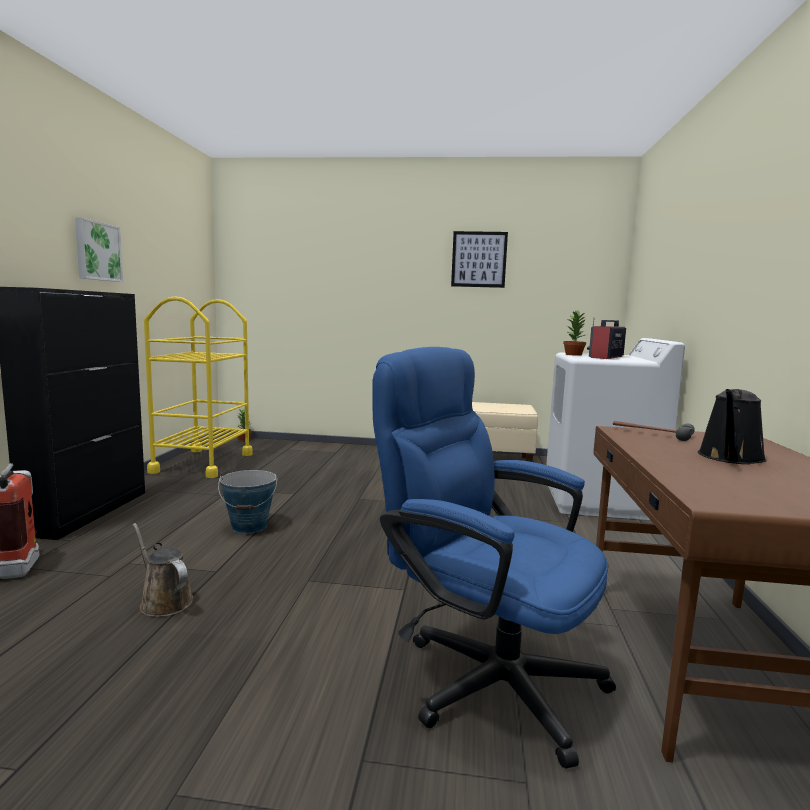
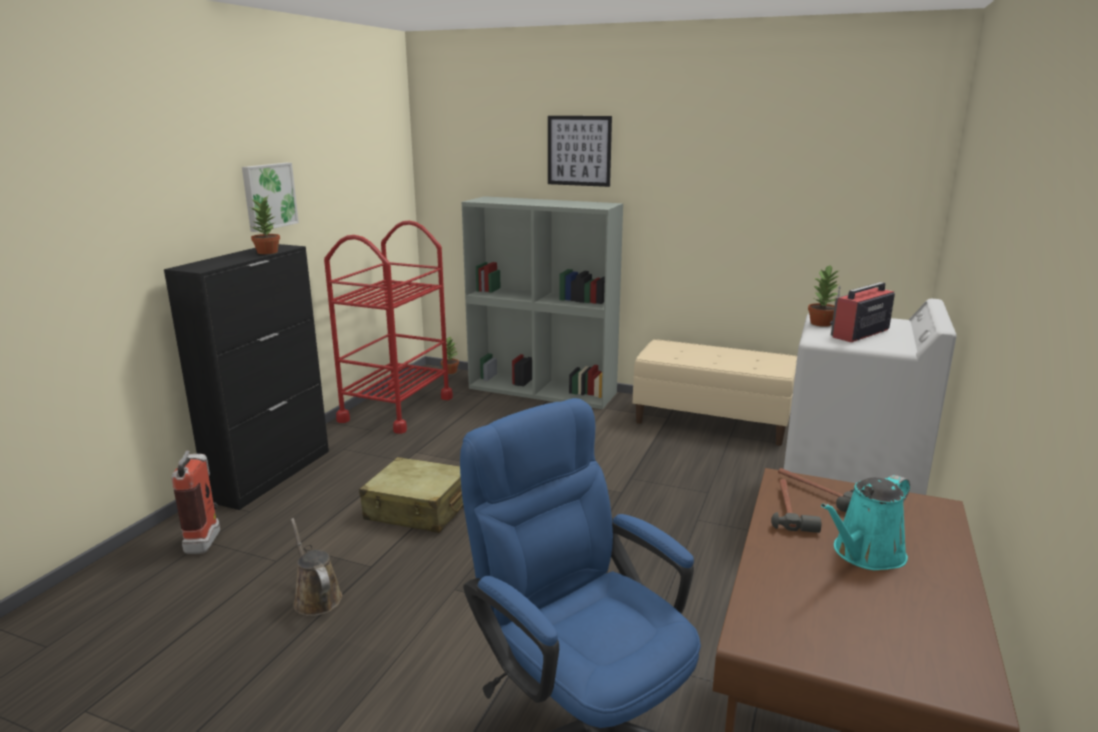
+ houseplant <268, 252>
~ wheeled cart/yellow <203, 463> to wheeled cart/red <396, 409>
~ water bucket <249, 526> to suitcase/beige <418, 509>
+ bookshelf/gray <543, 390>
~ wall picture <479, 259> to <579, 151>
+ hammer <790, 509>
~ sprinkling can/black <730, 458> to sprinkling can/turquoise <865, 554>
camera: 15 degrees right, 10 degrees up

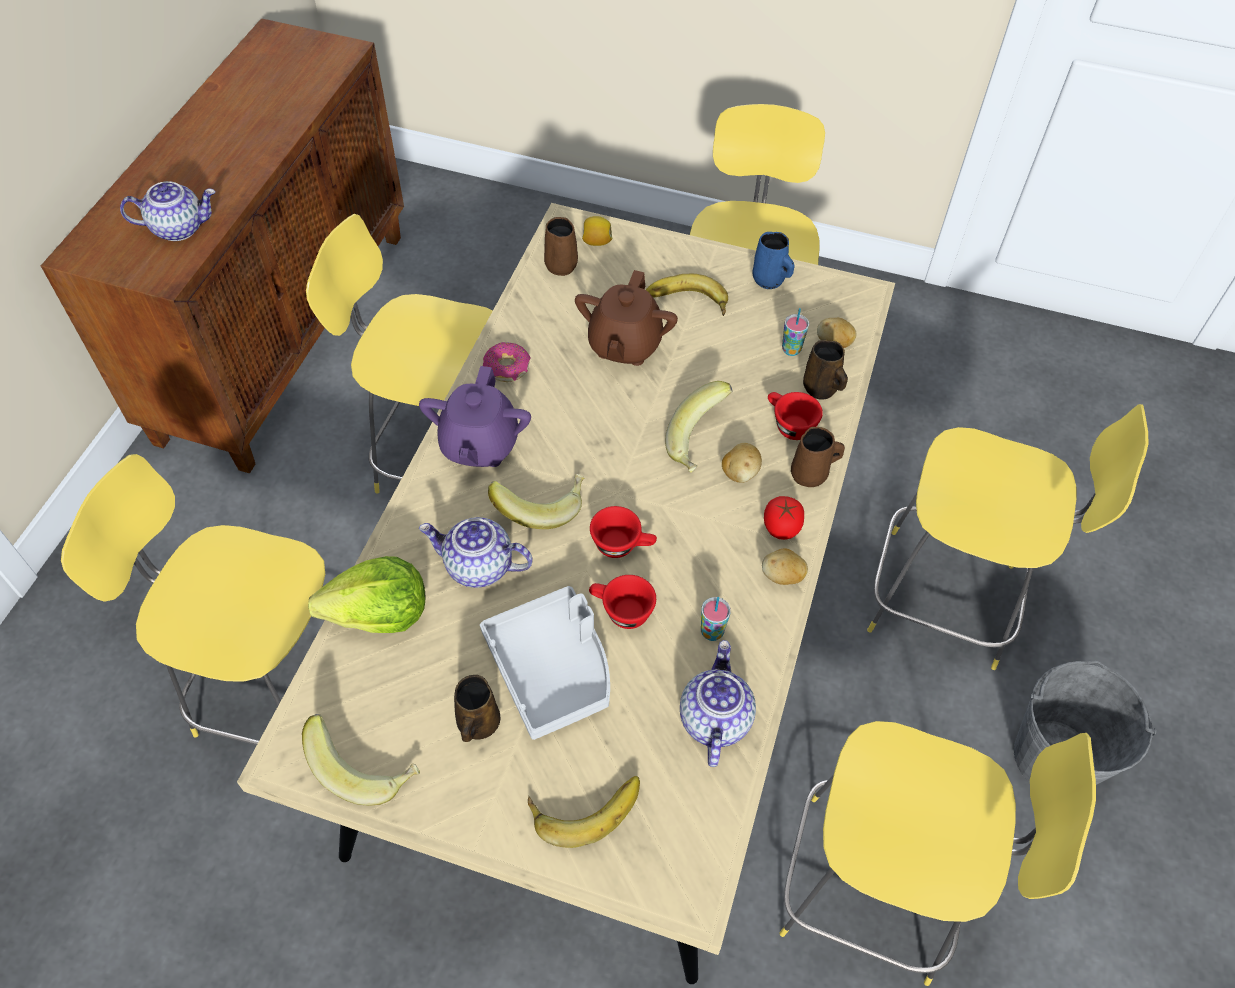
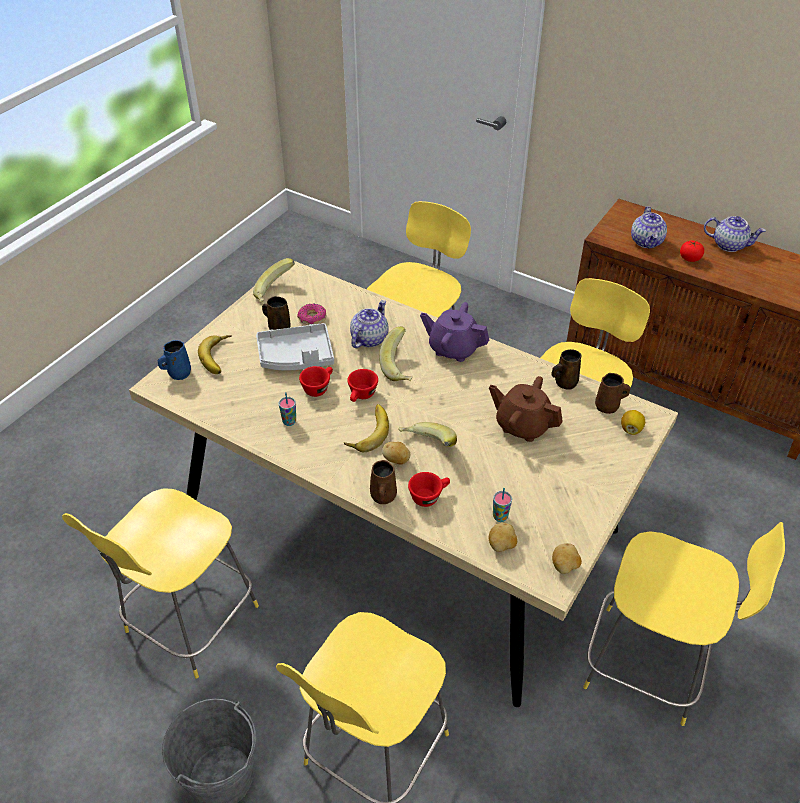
~ coffee mug/blue-coloured <769, 280> to <178, 373>
~ doughnut <507, 368> to <312, 318>
~ banana fruit <686, 303> to <367, 431>
~ coffee mug/brown <821, 389> to <564, 383>
~ potato <782, 576> to <564, 566>
~ whole tomato <781, 527> to <690, 258>
~ pot for tea <713, 718> to <729, 245>
- lettuce head <379, 614>
camera: 105 degrees right, 10 degrees down

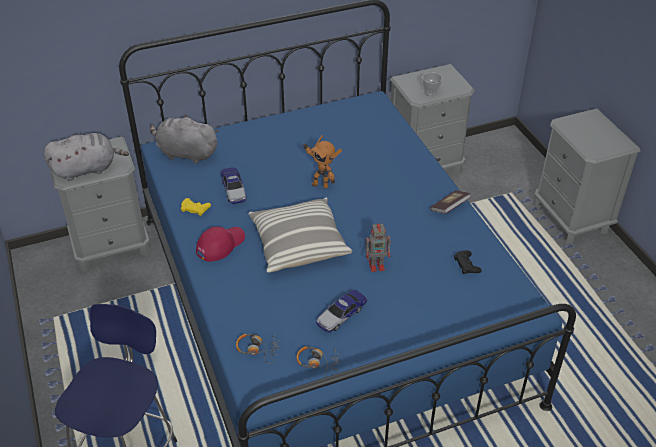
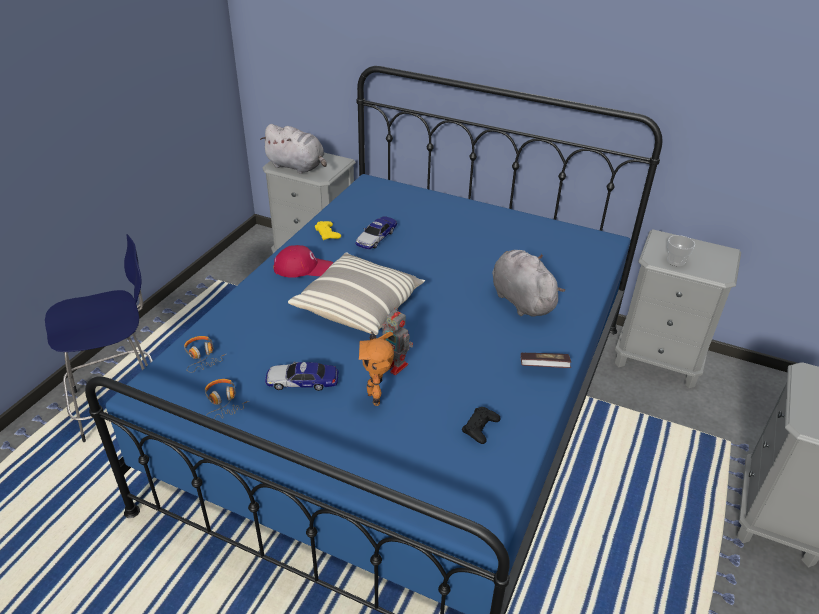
~ model robot <320, 184> to <376, 397>
~ soft toy/gray <185, 153> to <520, 300>
camera: 45 degrees right, 5 degrees down

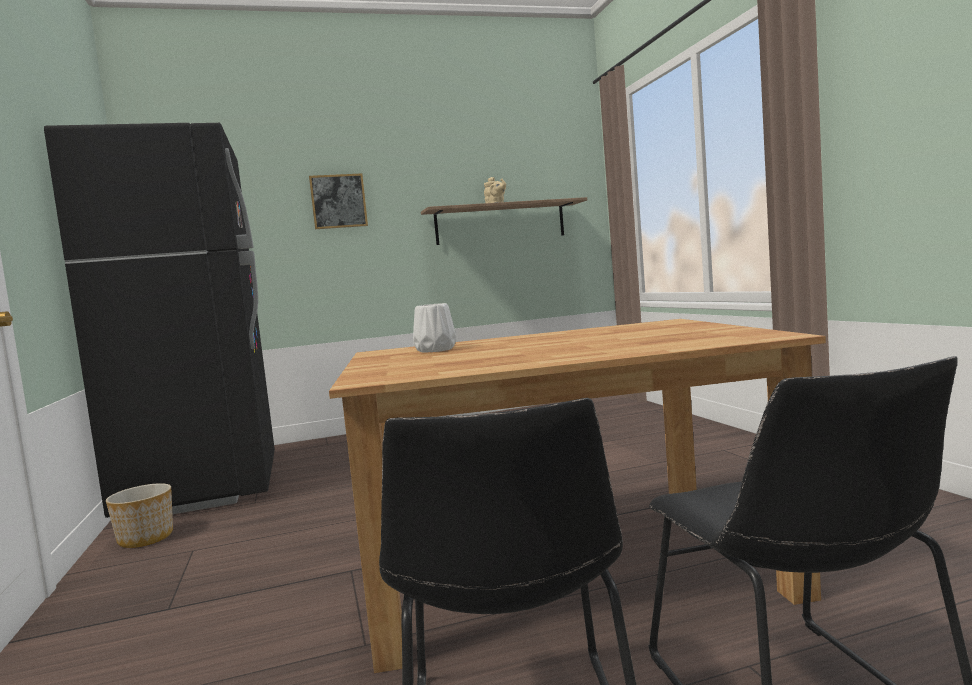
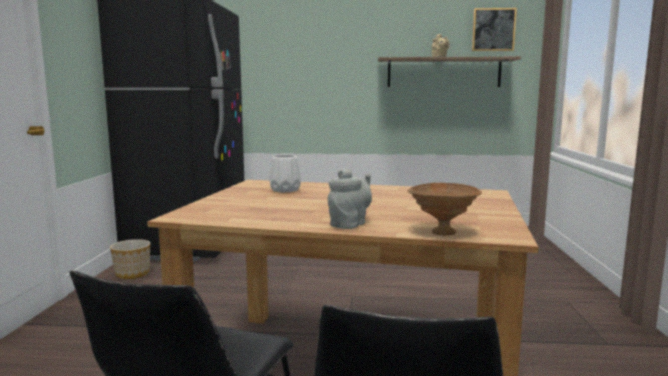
+ pot for tea/gray <350, 224>
+ deep dish/brown <441, 232>
~ wall picture <338, 201> to <493, 29>
camera: 20 degrees right, 5 degrees up

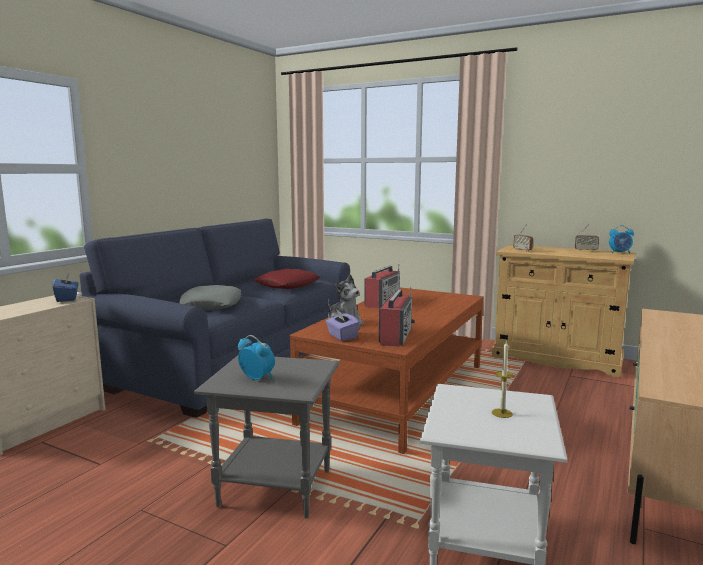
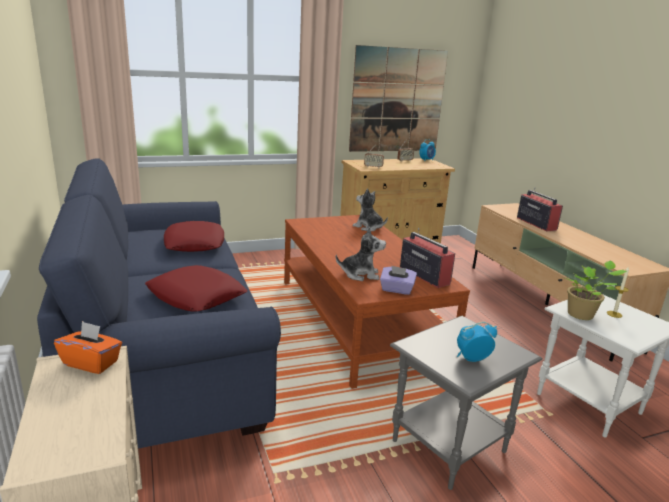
~ tissue holder/blue-coloured <67, 298> to tissue holder/orange <91, 363>
~ pillow/gray <212, 304> to pillow/red <196, 296>
+ wall picture <397, 101>
+ soft toy <368, 227>
~ radio receiver <382, 302> to <536, 223>
+ houseplant <582, 315>
camera: 50 degrees left, 10 degrees up

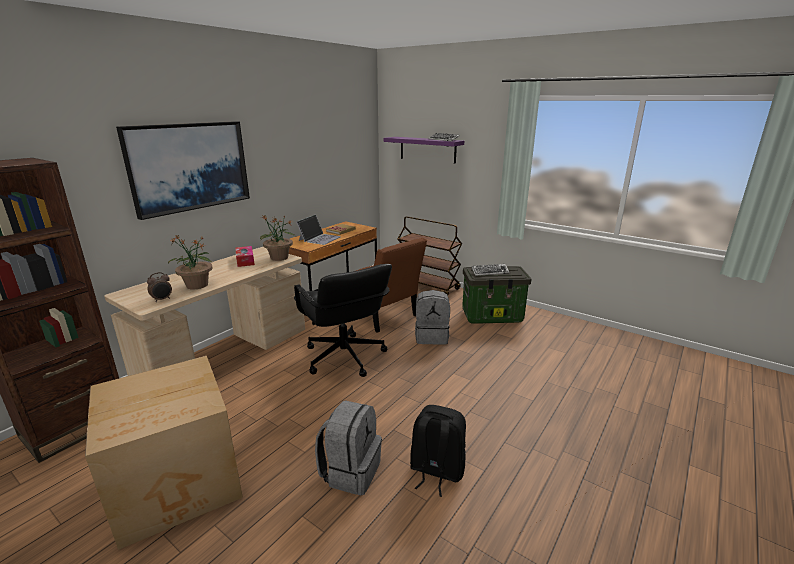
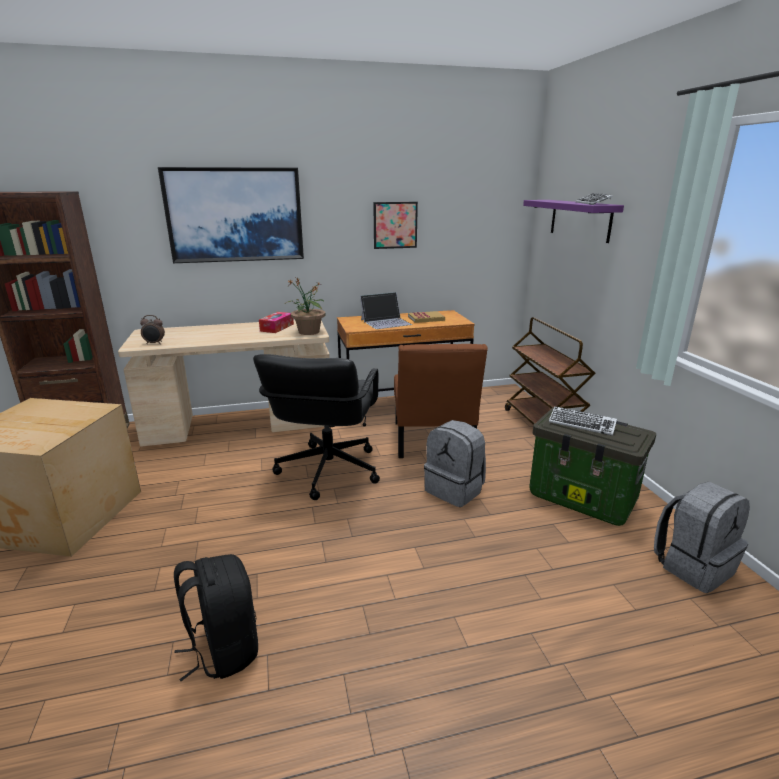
+ wall picture <395, 225>
~ rucksack/gray <350, 471> to <693, 566>
- houseplant <197, 285>
camera: 40 degrees right, 0 degrees up

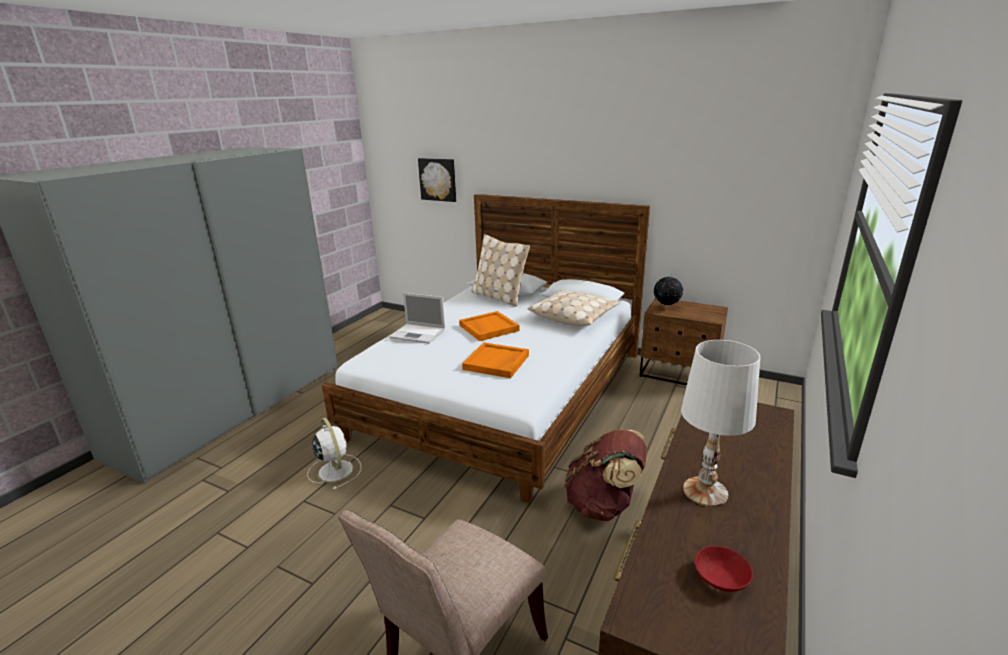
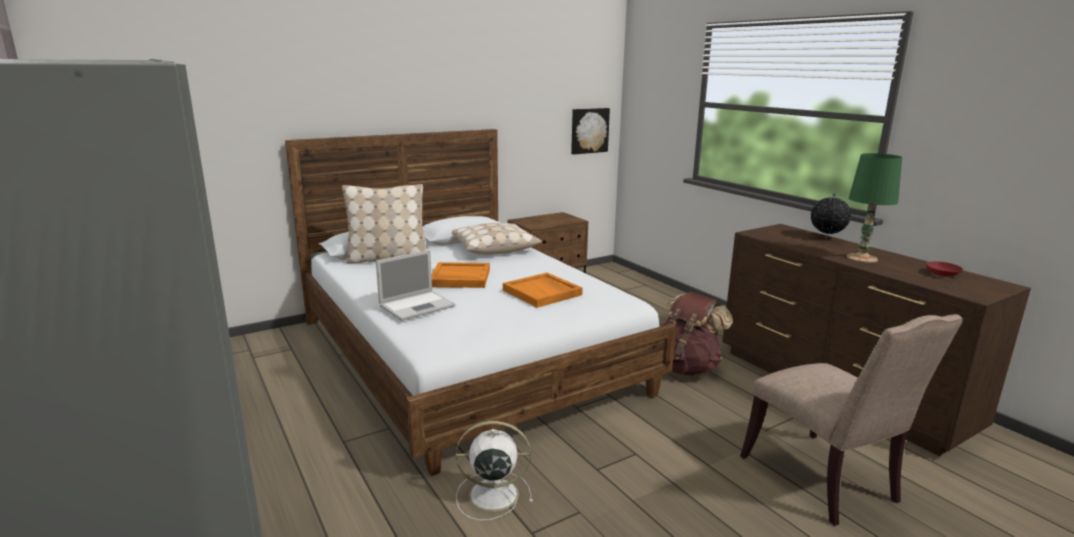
~ wall picture <438, 179> to <589, 130>
~ world globe <666, 307> to <827, 238>
~ lamp for a table/whitish <706, 492> to lamp for a table/green-coloured <862, 258>
camera: 60 degrees left, 5 degrees down

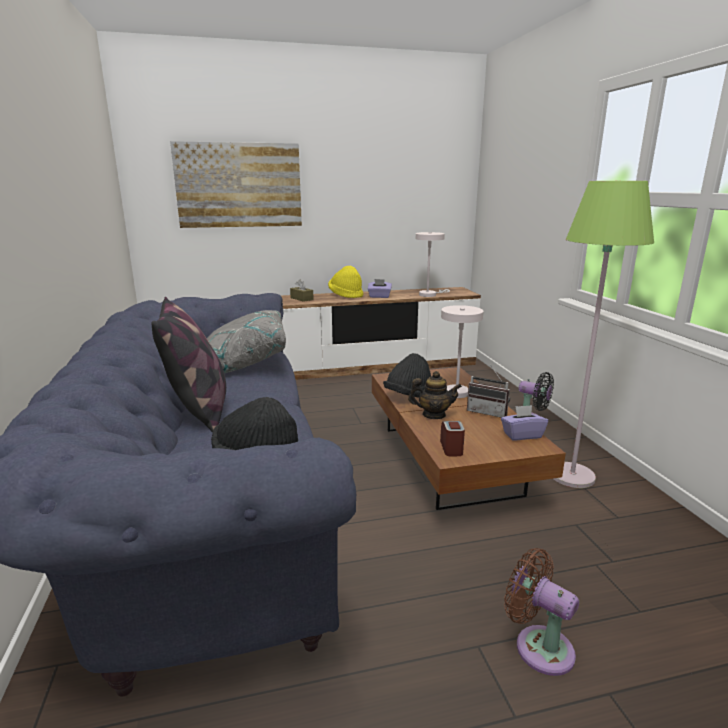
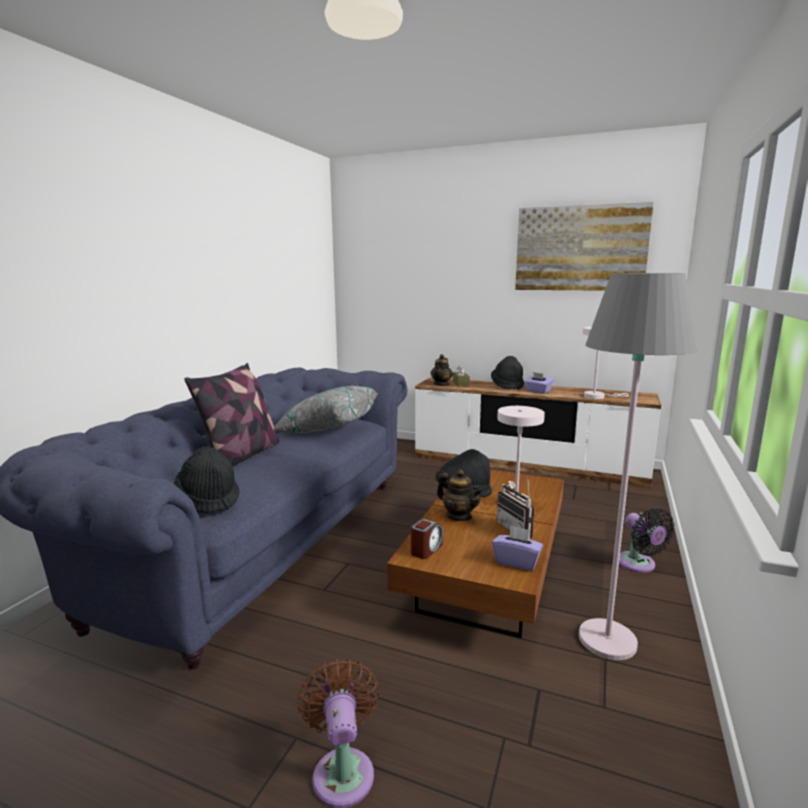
+ pot for tea <441, 384>
~ wearable hat/yellow <346, 295> to wearable hat/black <507, 386>
~ wall picture <239, 185> to <580, 248>
~ standard lamp/green-coloured <572, 476> to standard lamp/gray <607, 640>
camera: 35 degrees right, 5 degrees down

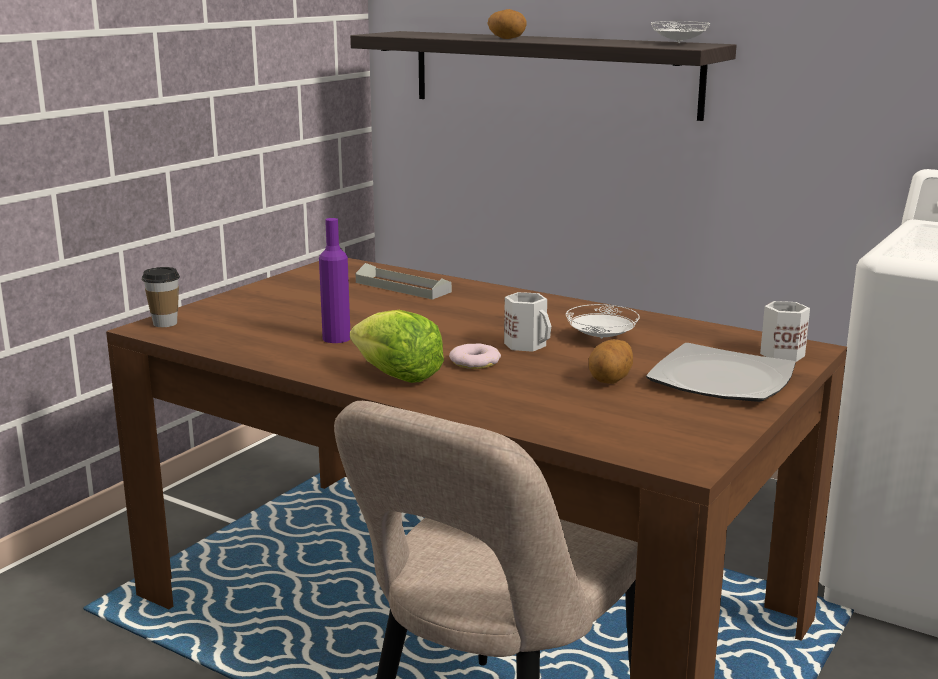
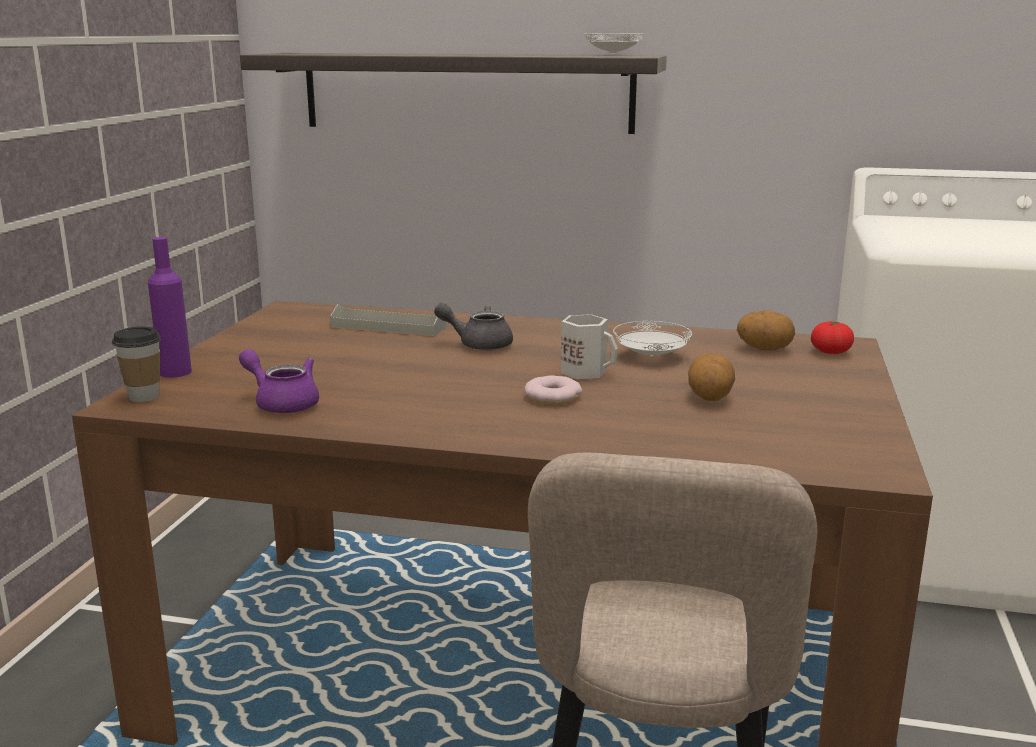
~ bottle/purple <336, 338> to <175, 372>
+ pot for tea/purple <282, 403>
+ pot for tea/gray <478, 344>
~ potato <507, 38> to <764, 349>
~ coffee mug/whitish <780, 354> to whole tomato <830, 352>
- lettuce head <396, 376>
- plate <720, 379>
camera: 20 degrees left, 0 degrees up

